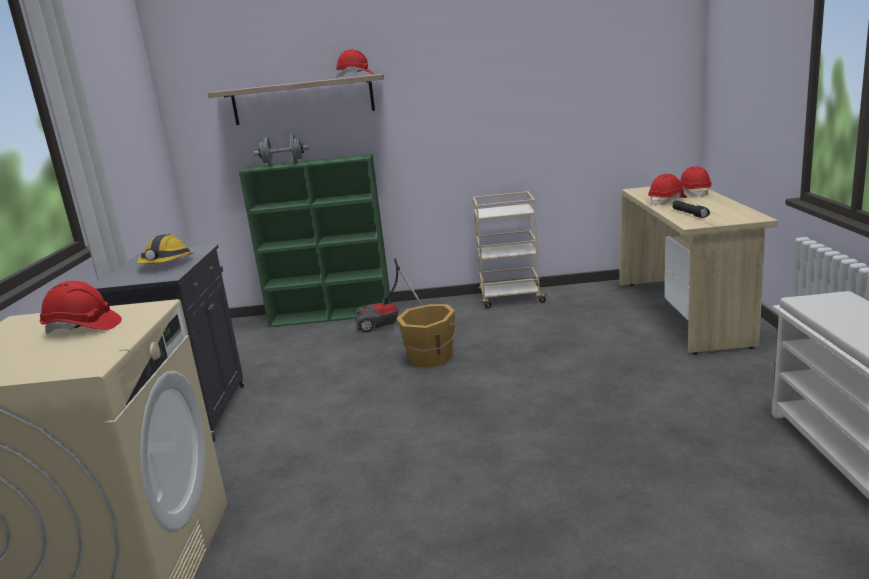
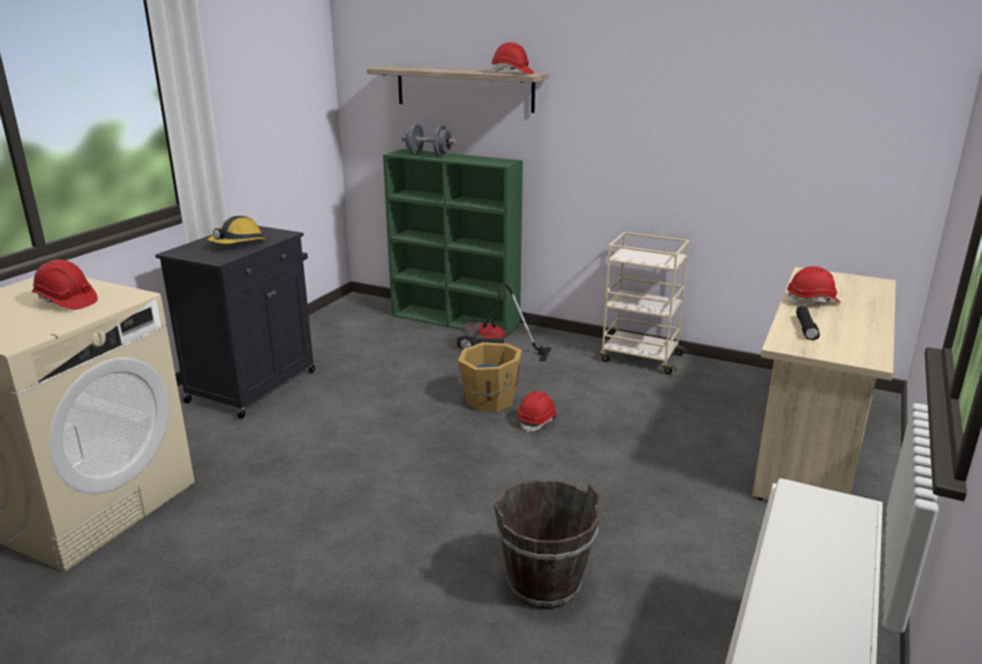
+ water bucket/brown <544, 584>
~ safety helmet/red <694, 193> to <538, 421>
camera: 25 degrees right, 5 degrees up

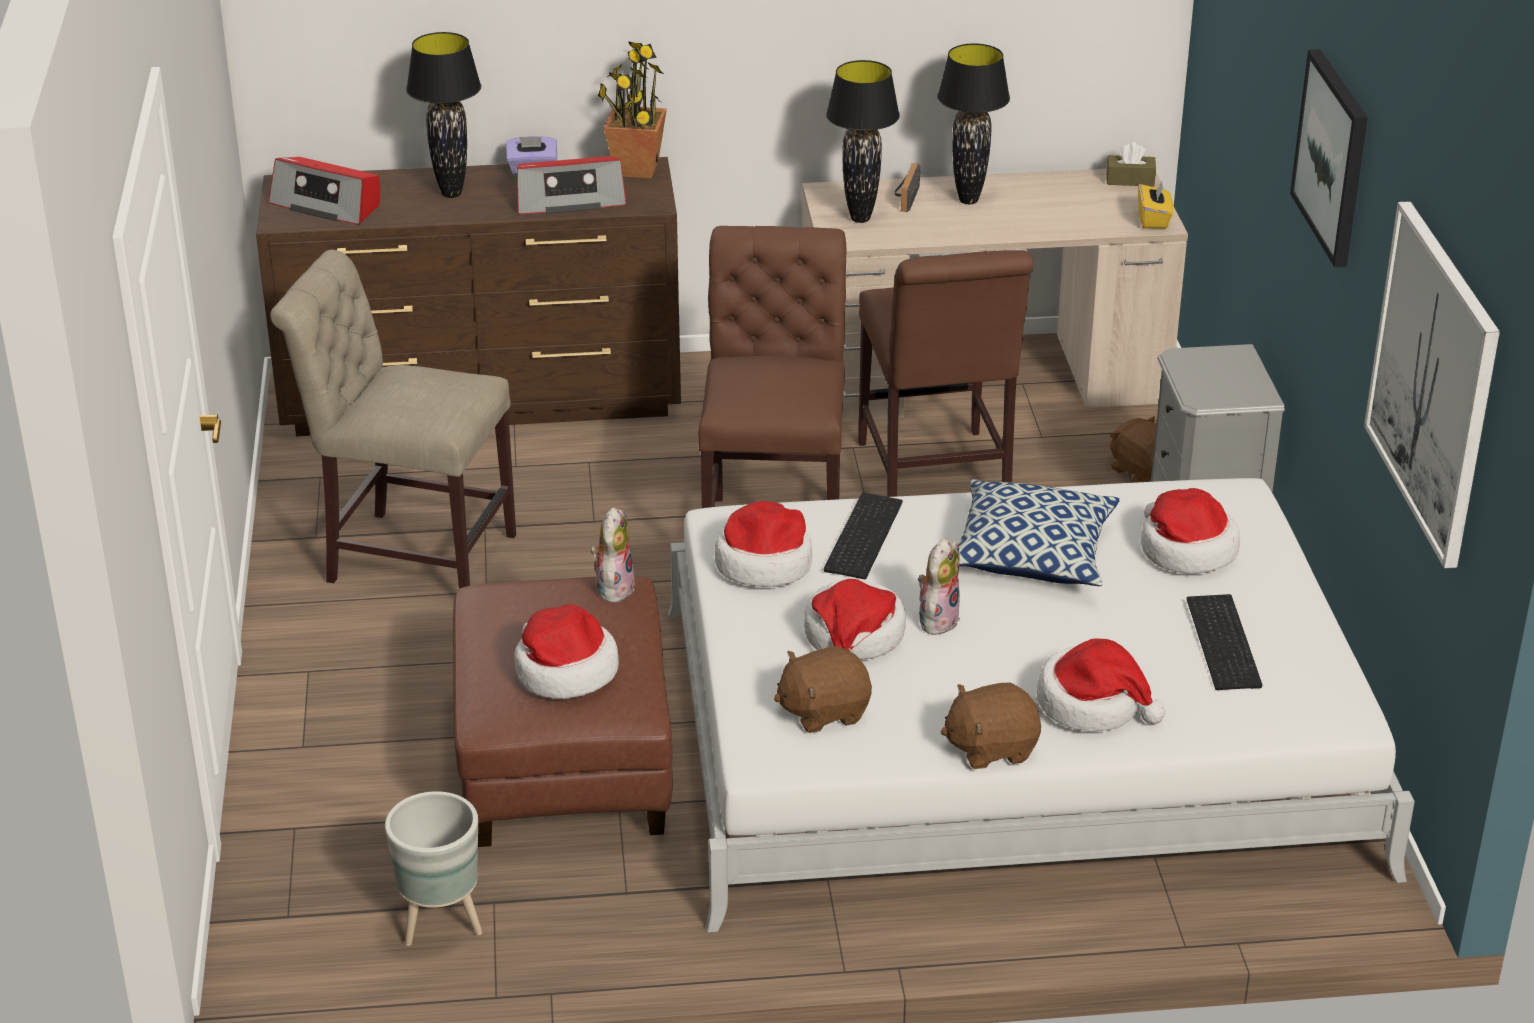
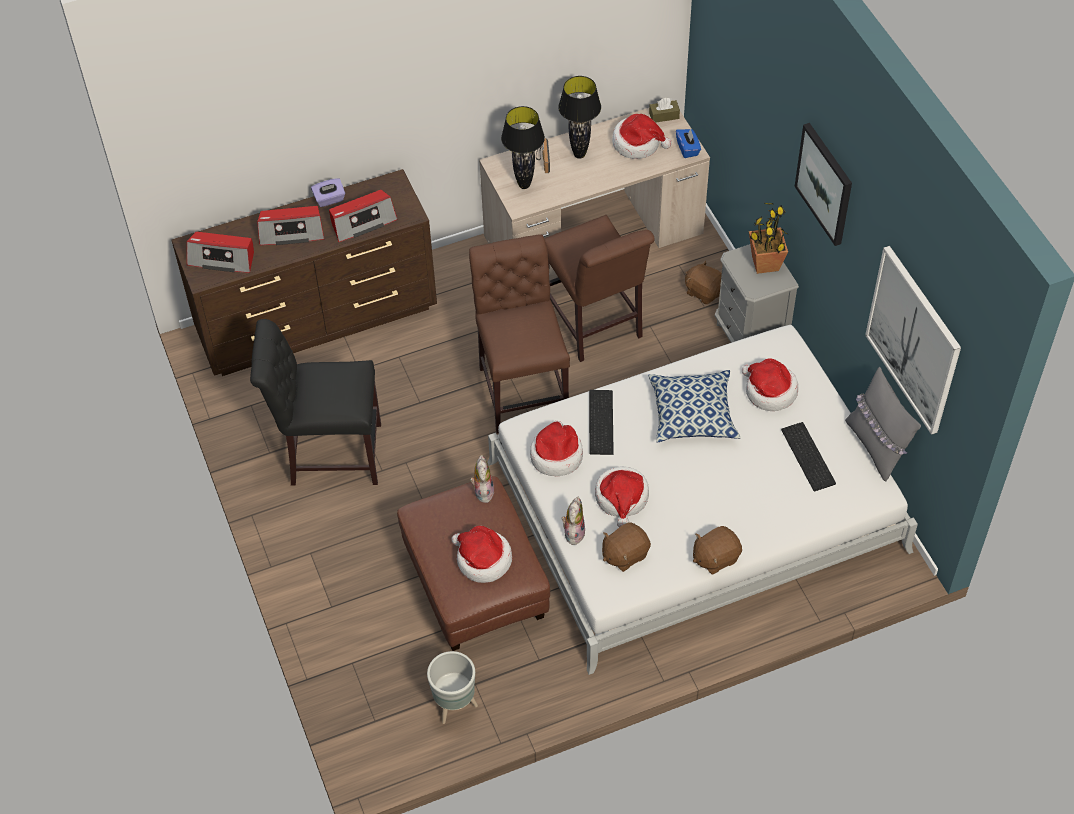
~ upright chair/beige <411, 555> to upright chair/black <329, 453>
~ lamp for a table/black <452, 194> to radio receiver <291, 232>
~ soft toy <937, 619> to <573, 532>
~ wearable hat <1092, 704> to <638, 144>
~ tissue holder/yellow <1153, 220> to tissue holder/blue-coloured <687, 149>
~ houseplant <636, 169> to <765, 264>
+ pillow/gray <876, 447>
camera: 15 degrees left, 20 degrees up

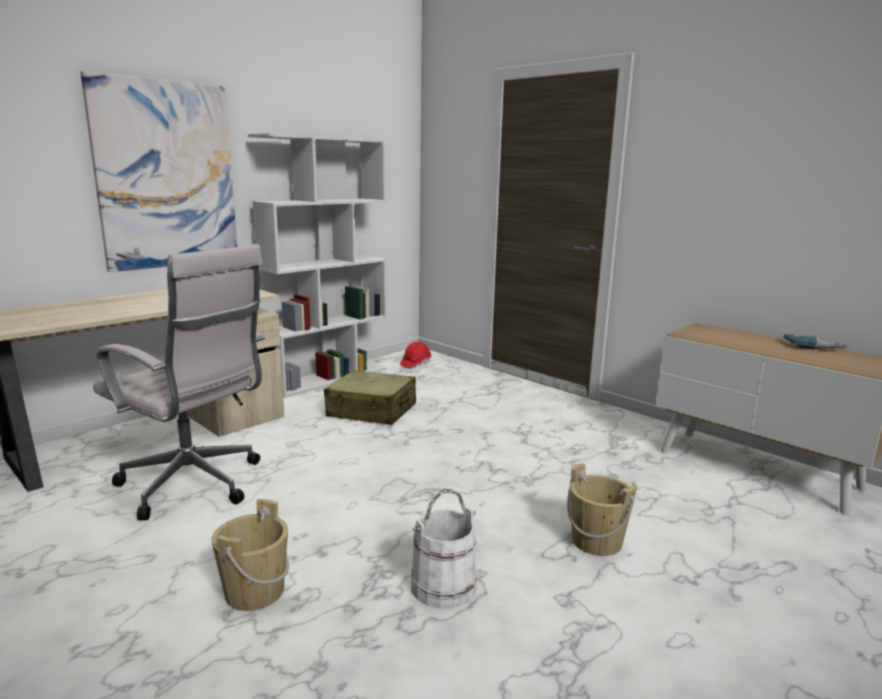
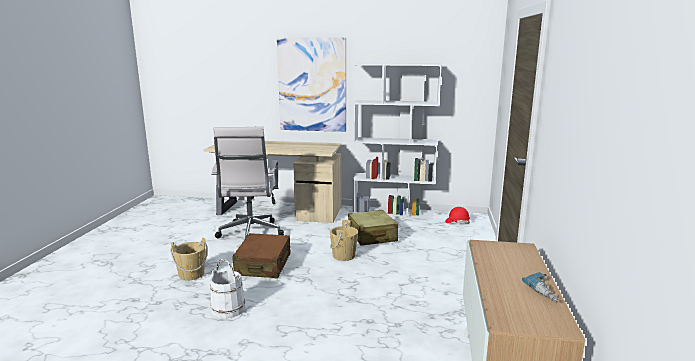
+ suitcase/brown <263, 265>
~ water bucket/beige <596, 541> to <344, 255>
camera: 55 degrees right, 0 degrees up

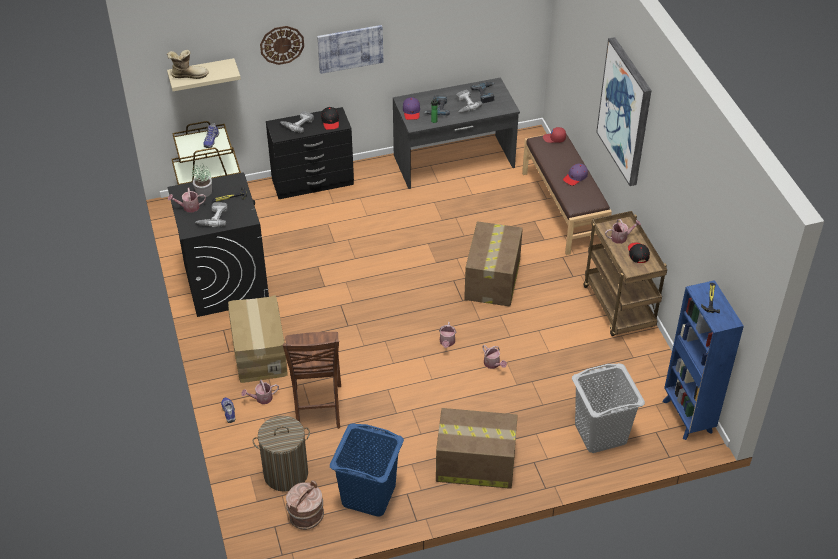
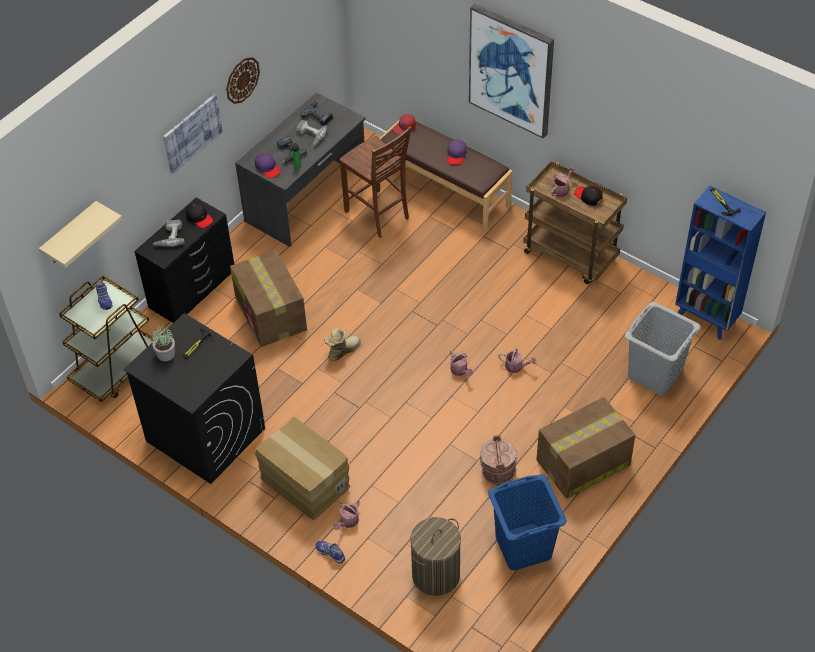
~ clock on the wall <282, 44> to <242, 80>
~ packing box <492, 280> to <271, 314>
~ high-top boot <188, 75> to <342, 350>
~ upright chair/brown <317, 409> to <378, 215>
~ water bucket/brown <306, 516> to <497, 471>
- sprinkling can <188, 207>
- power drill <213, 218>
camera: 35 degrees left, 5 degrees up

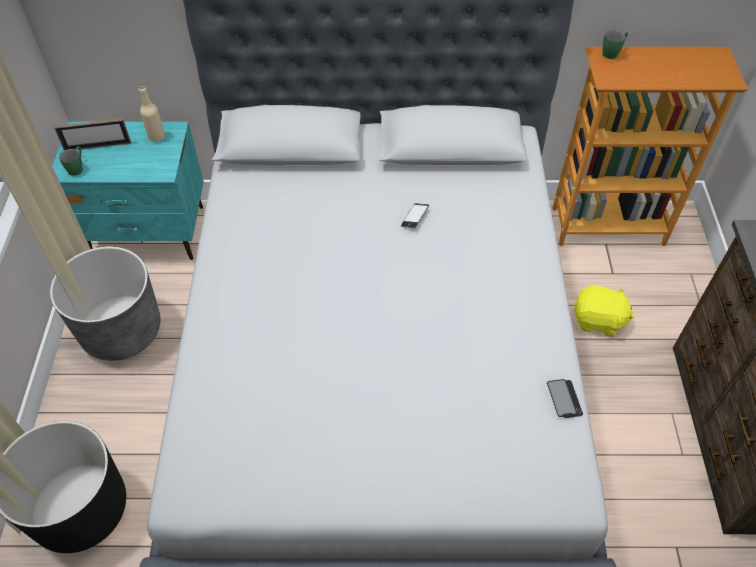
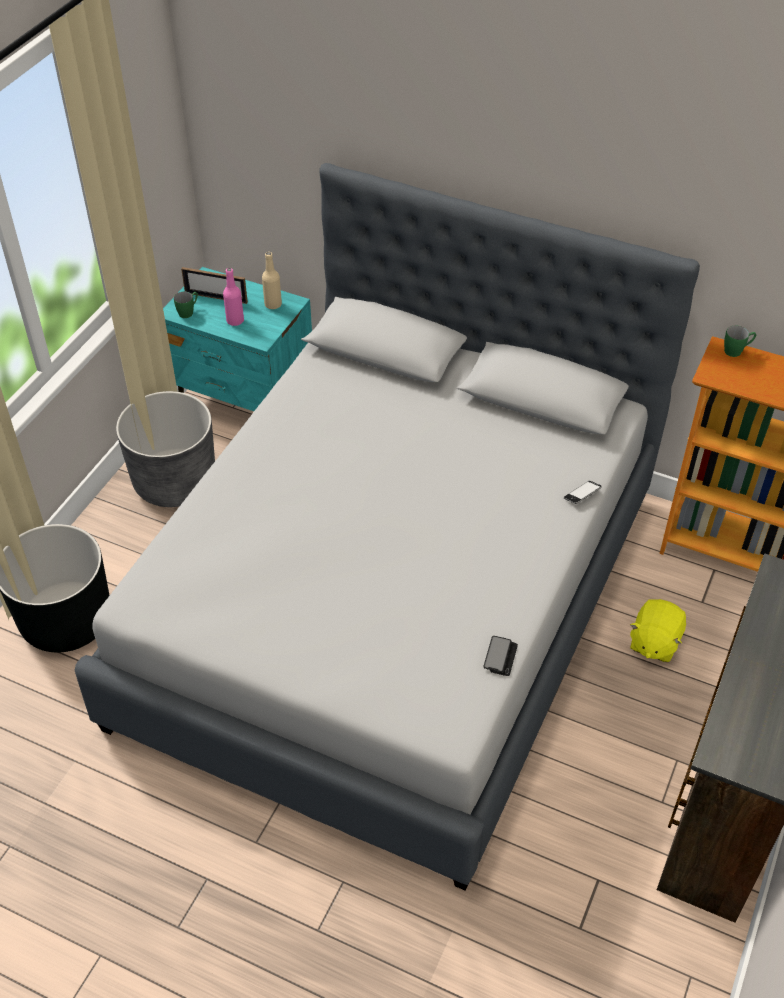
+ bottle/pink <235, 321>
~ telephone <415, 218> to <582, 494>
~ soft toy/yellow <598, 321> = <654, 642> 75 degrees clockwise
camera: 25 degrees right, 5 degrees down

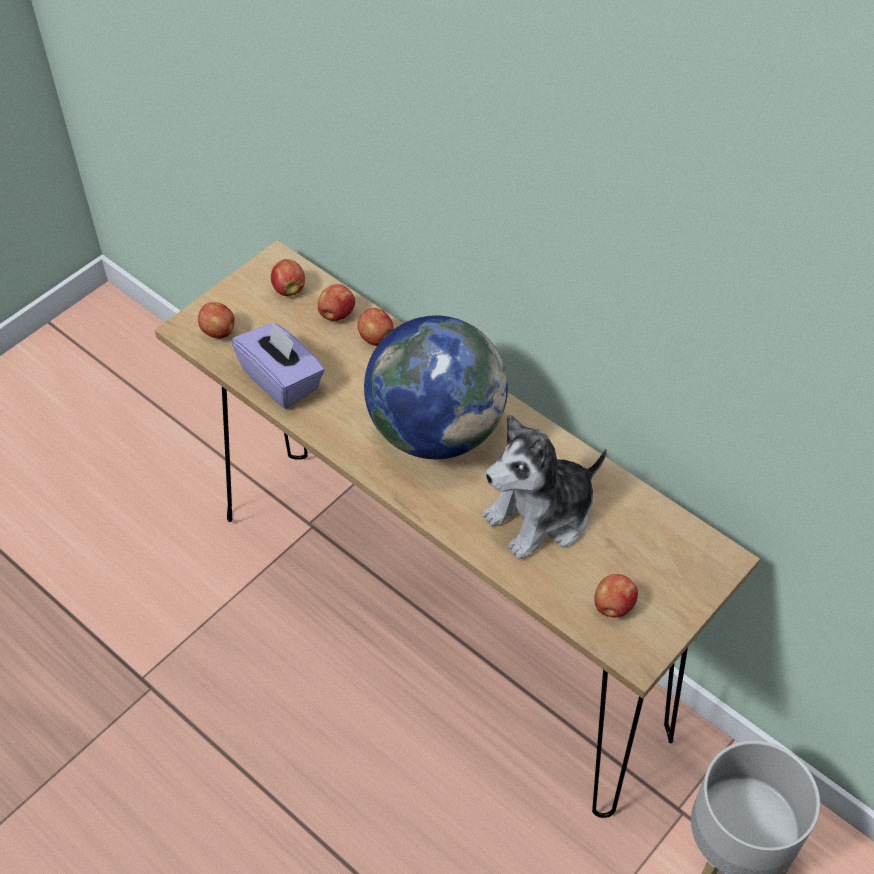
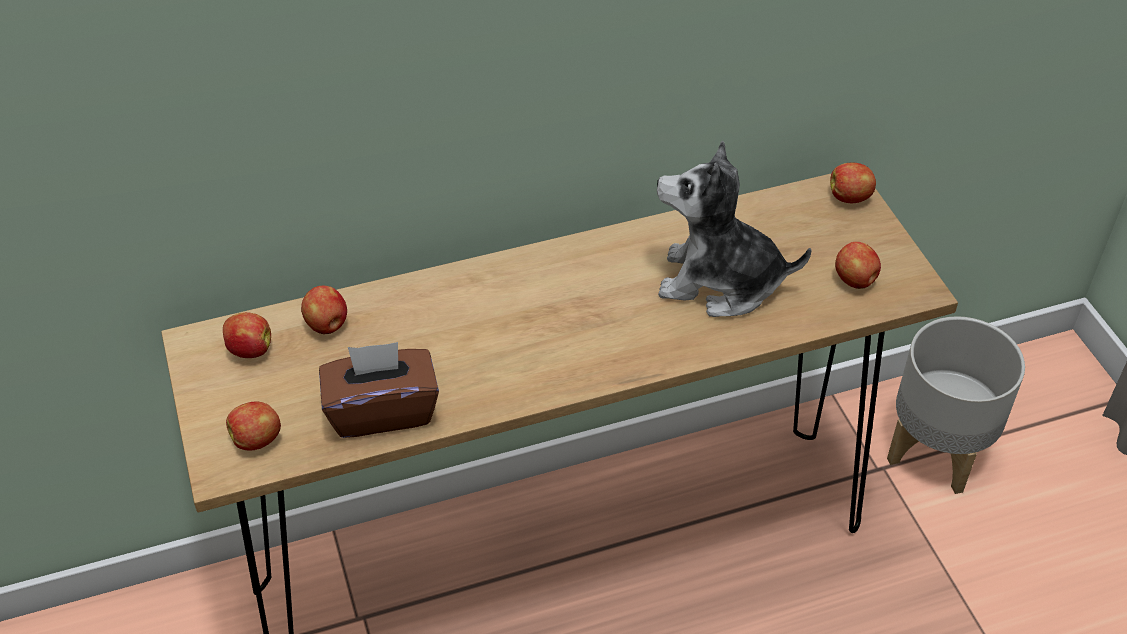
~ tissue holder/purple <282, 380> to tissue holder/brown <382, 410>
~ soft toy <541, 516> = <719, 282> 105 degrees clockwise
~ whole apple <376, 339> to <850, 197>
- world globe <436, 431>
camera: 60 degrees left, 5 degrees down

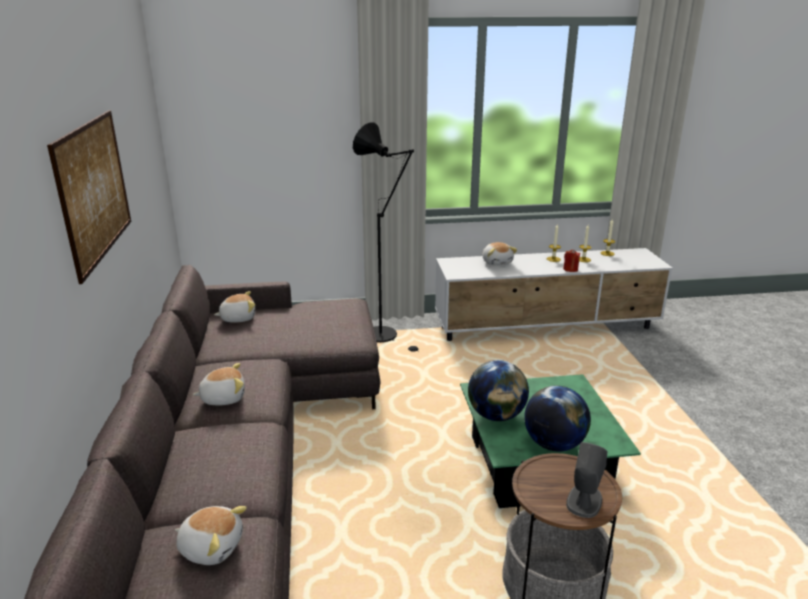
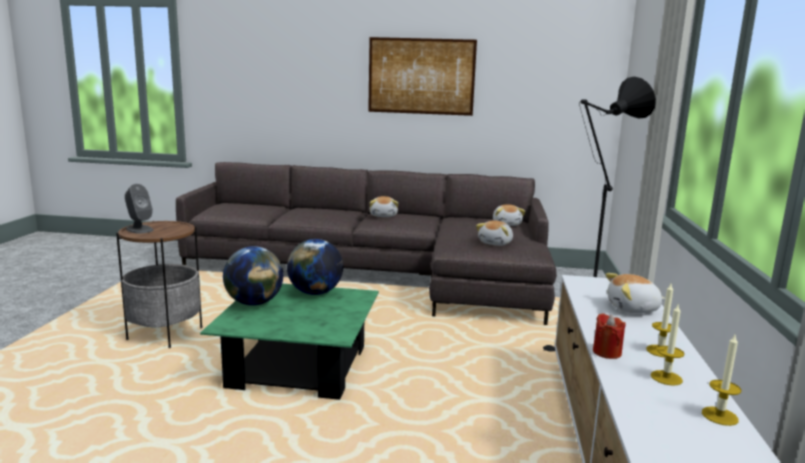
~ soft toy <211, 546> to <496, 243>
camera: 105 degrees right, 10 degrees down

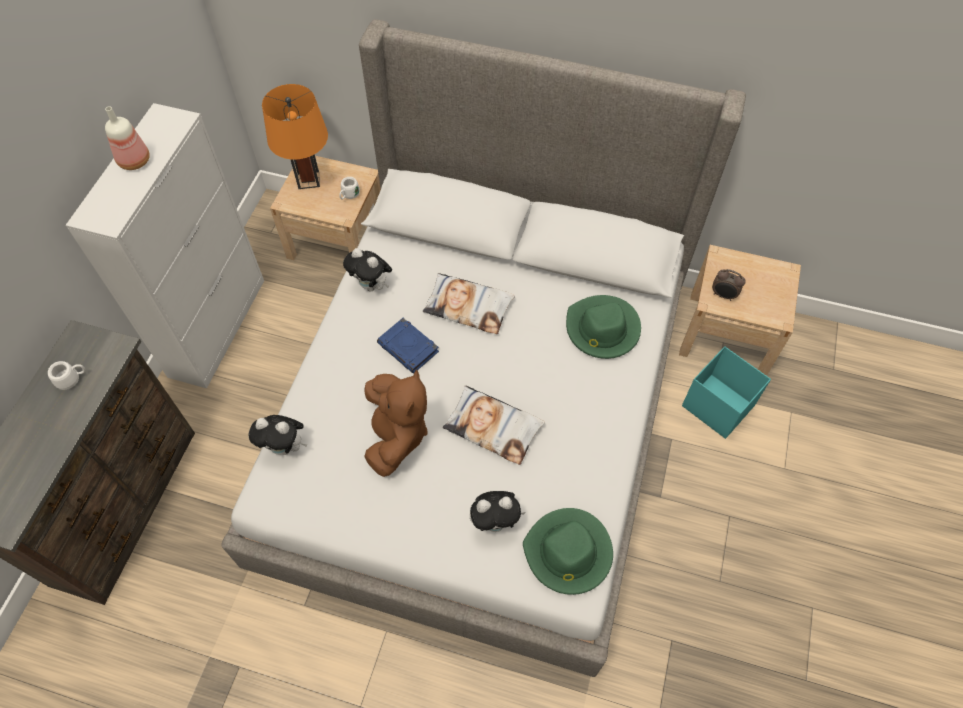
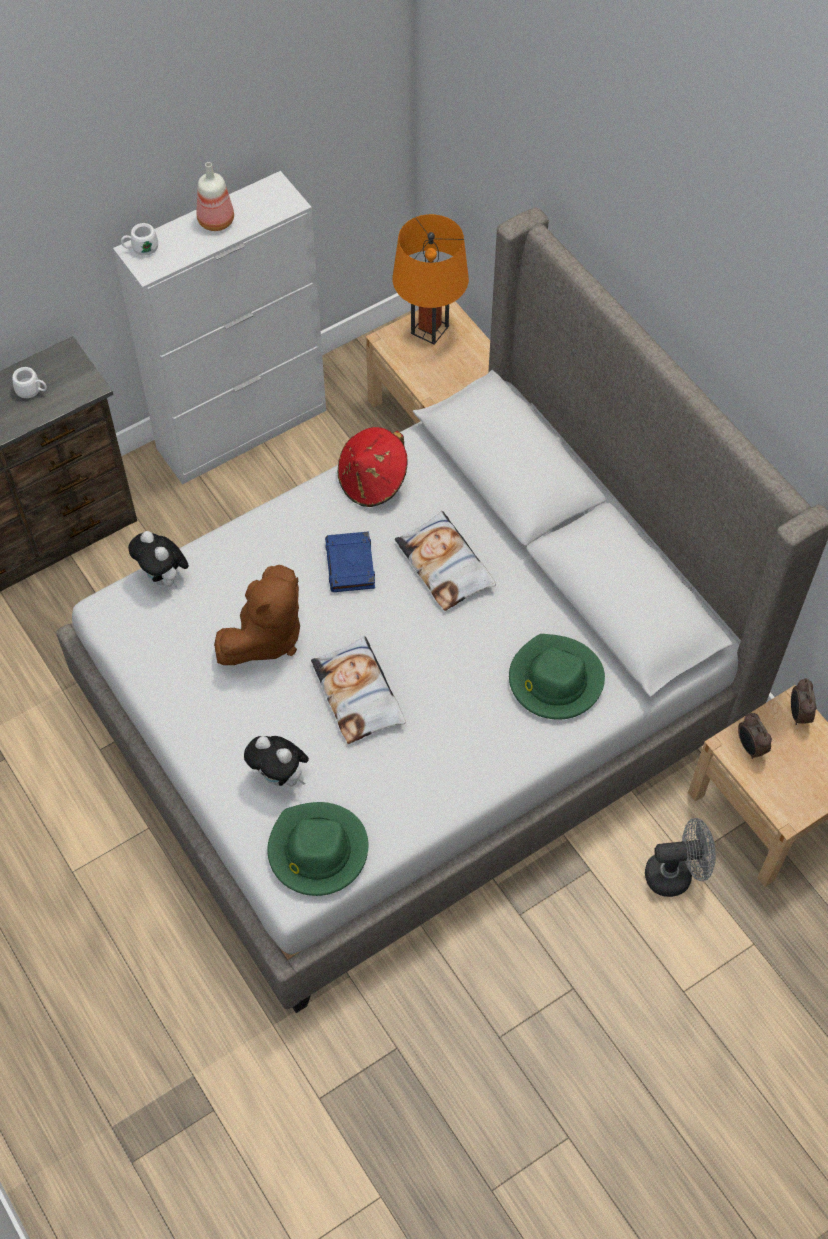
~ coffee mug/whitish <349, 195> to <141, 249>
~ soft toy <372, 286> to wearable hat/red <373, 481>
~ storage box/turquoise <717, 405> to cooling fan/gray <676, 874>
+ table clock <798, 714>
camera: 40 degrees right, 0 degrees up

